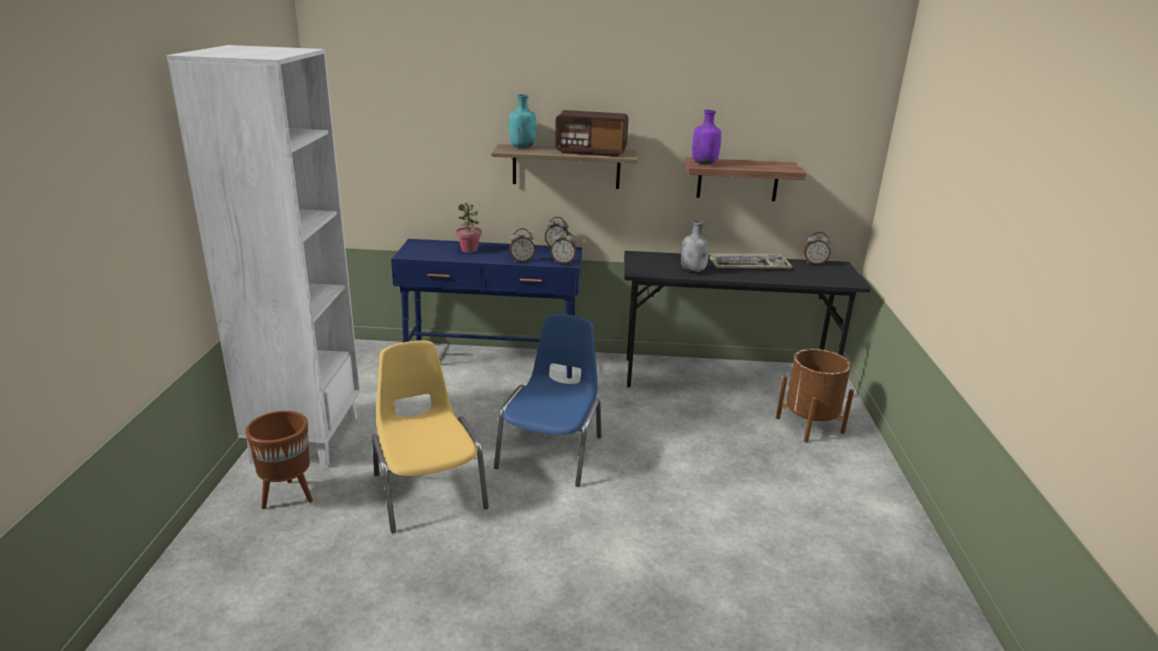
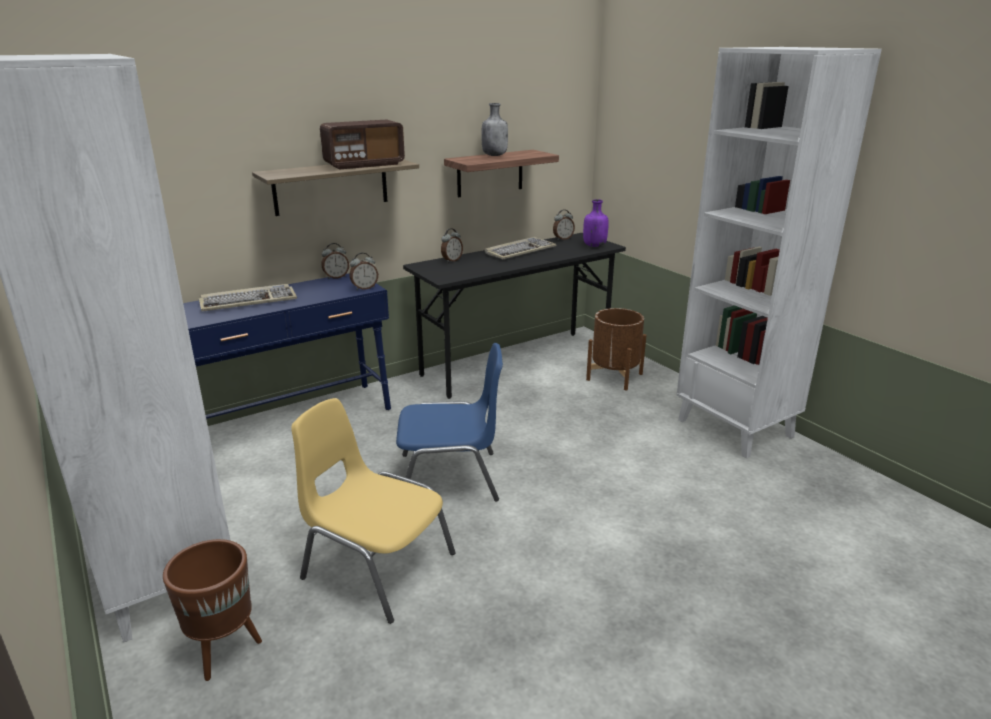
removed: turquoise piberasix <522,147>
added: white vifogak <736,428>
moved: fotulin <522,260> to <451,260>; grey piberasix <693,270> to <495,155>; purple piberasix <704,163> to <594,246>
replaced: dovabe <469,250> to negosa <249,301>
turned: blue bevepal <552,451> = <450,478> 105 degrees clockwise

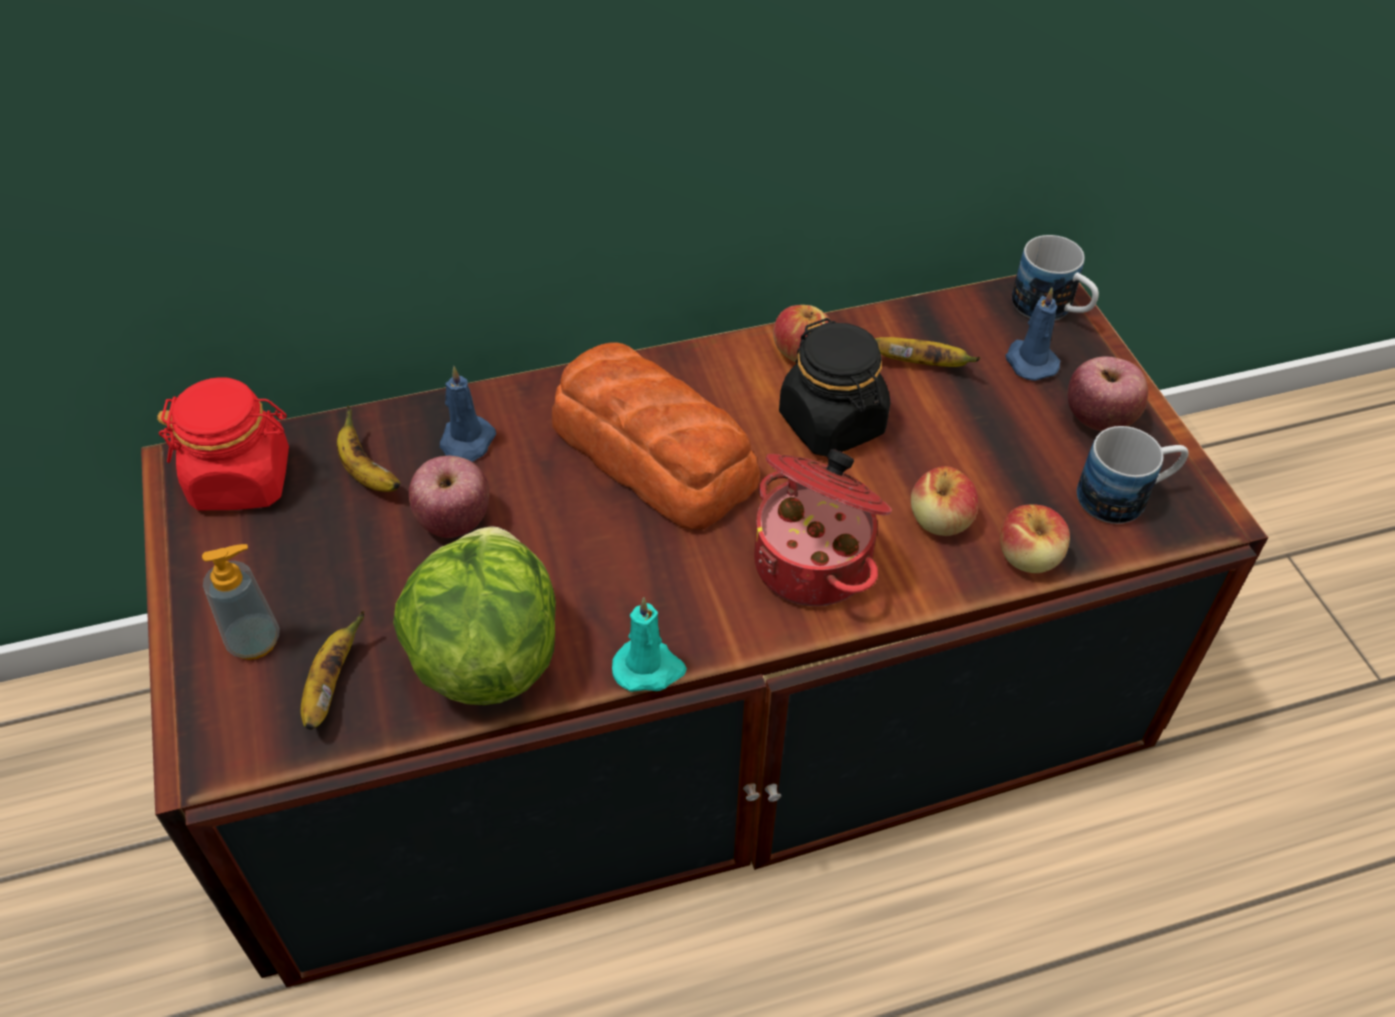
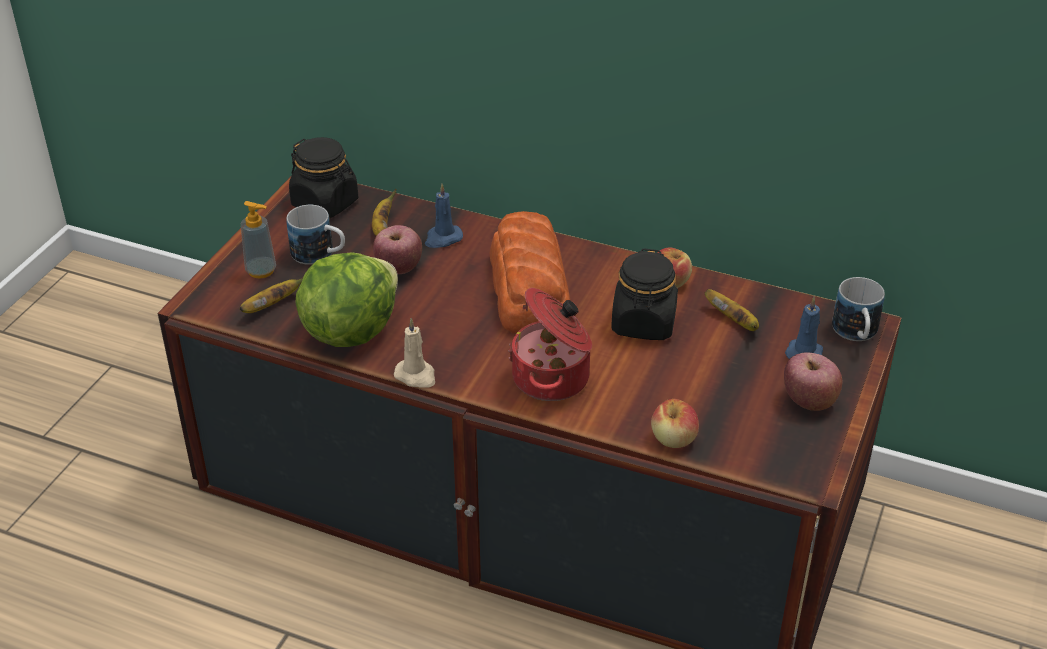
removed: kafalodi <940,521>
moved: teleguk <1125,496> to <320,255>
recoloured: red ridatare <242,480> to black ridatare <325,203>; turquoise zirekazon <649,669> to beige zirekazon <416,376>

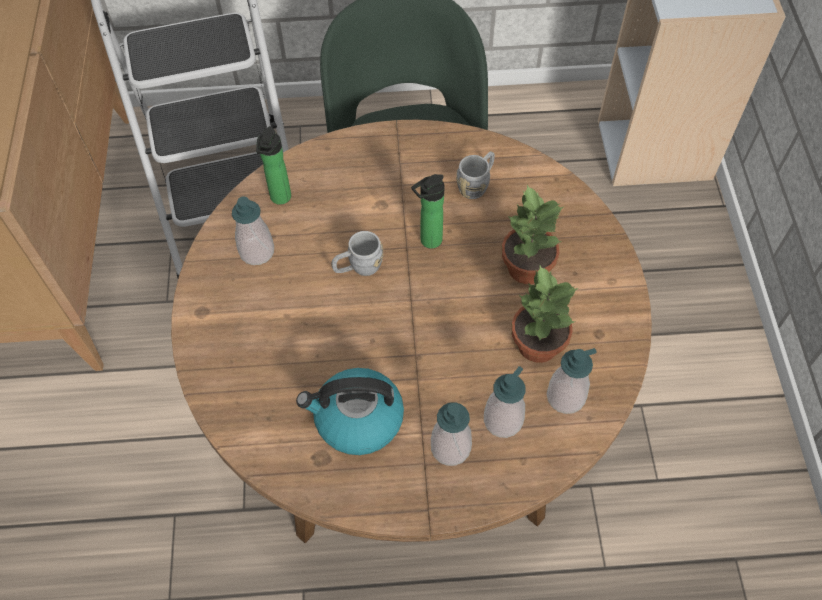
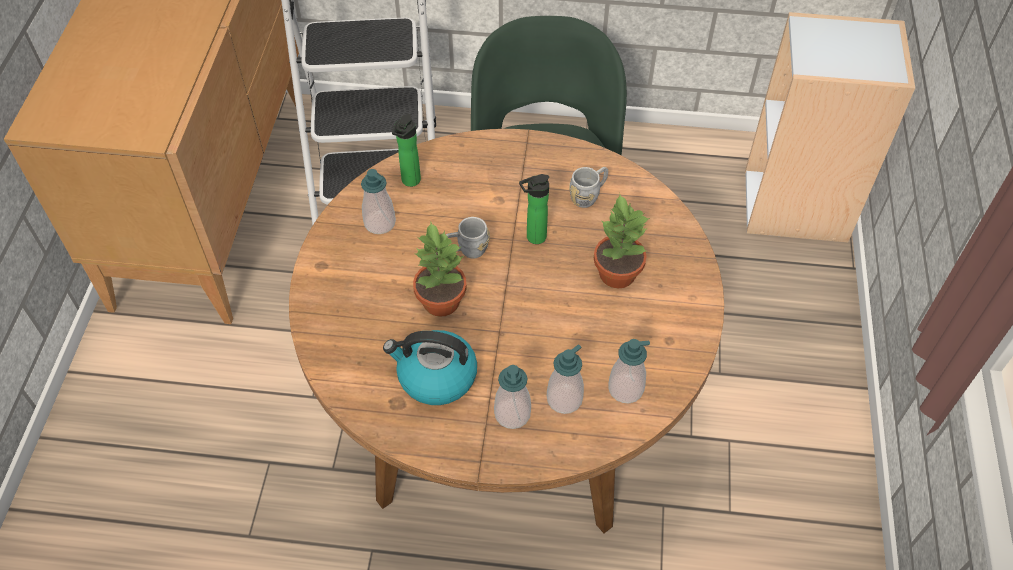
moved: dovabe <536,343> to <440,300>

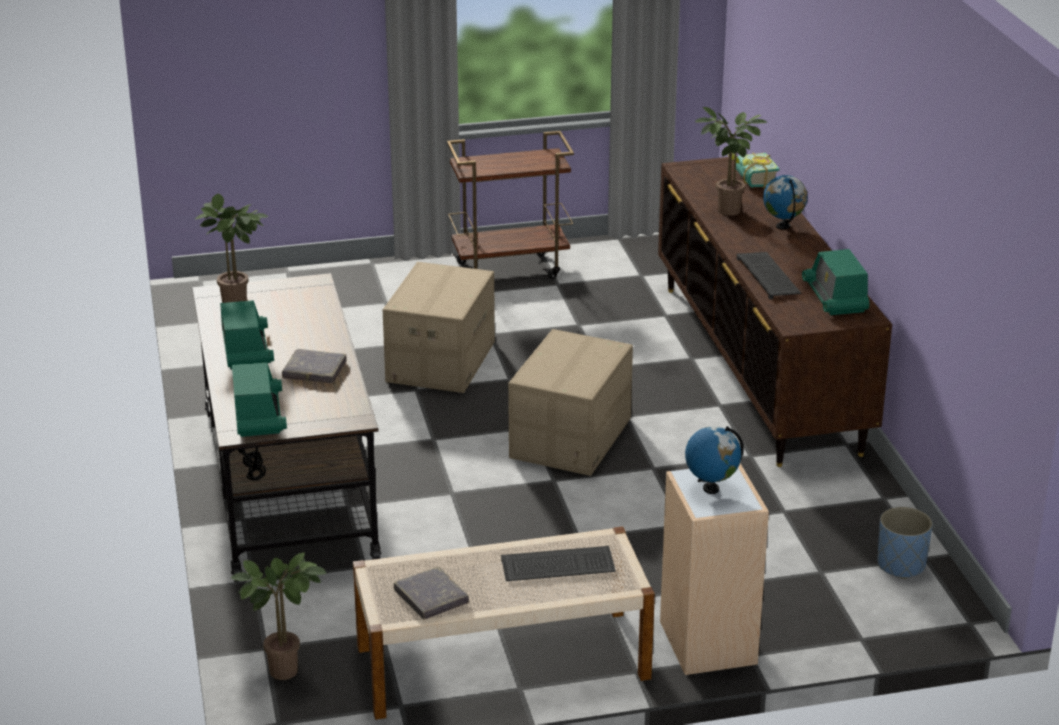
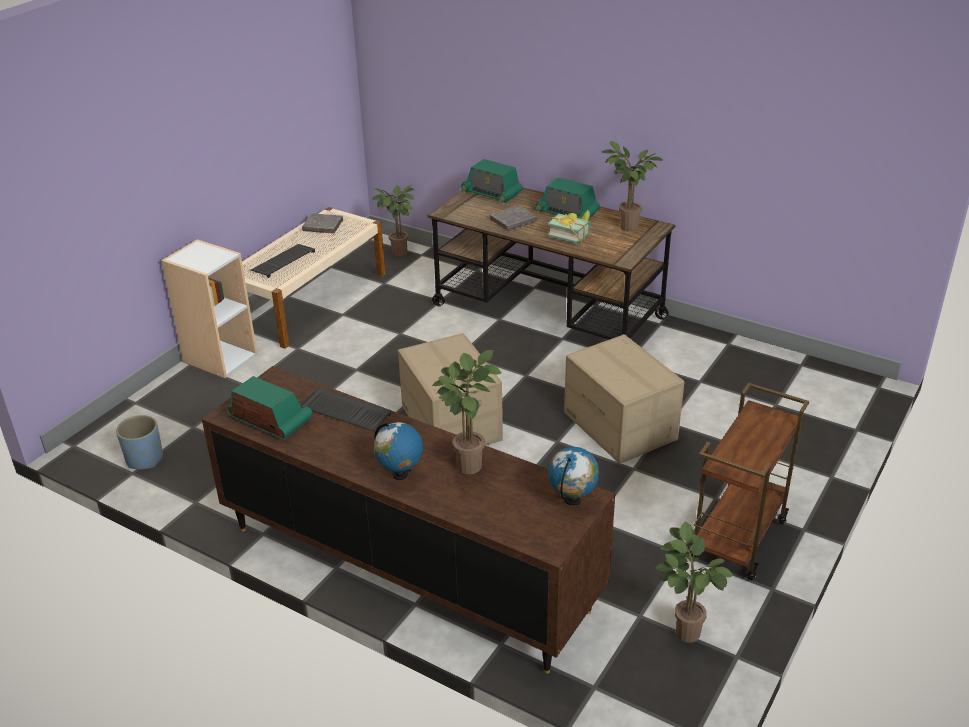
added: dovabe <683,632>
moved: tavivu <711,488> to <572,500>; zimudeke <751,181> to <570,234>

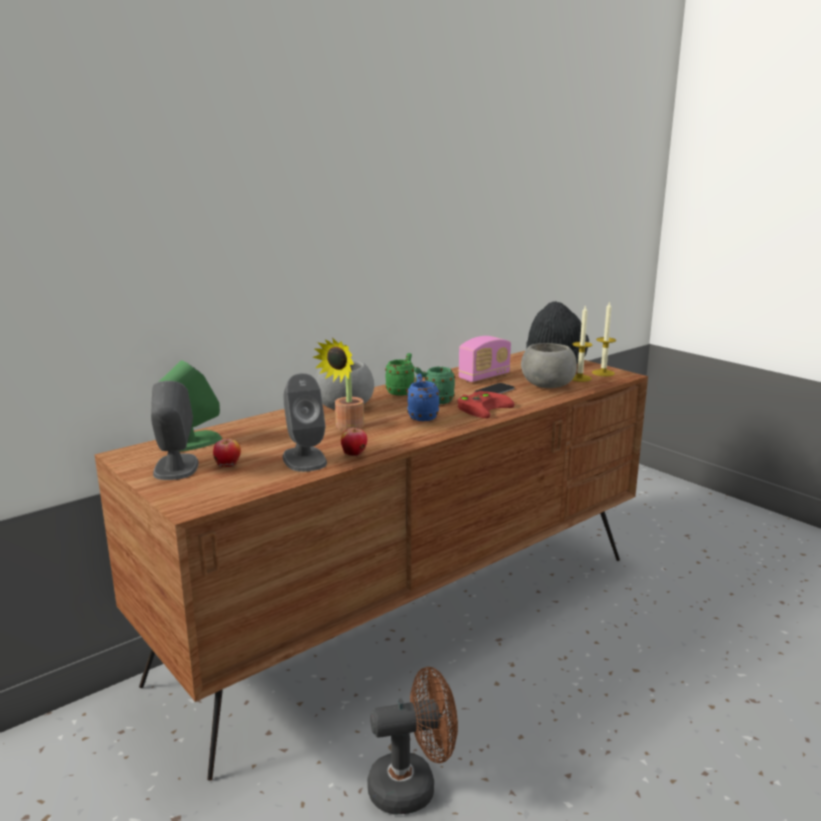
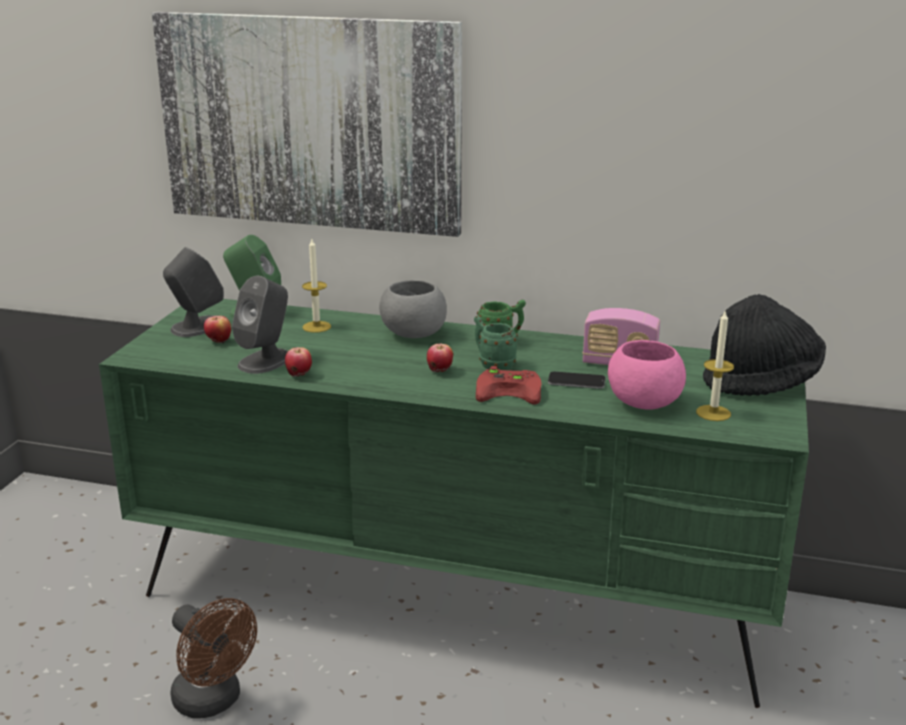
removed: dovabe <346,427>
added: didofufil <310,122>
moved: zirekazon <603,373> to <316,327>
replaced: blue teleguk <422,416> to kafalodi <440,371>
recoloured: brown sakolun <412,614> to green sakolun <456,597>; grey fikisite <547,387> to pink fikisite <643,403>

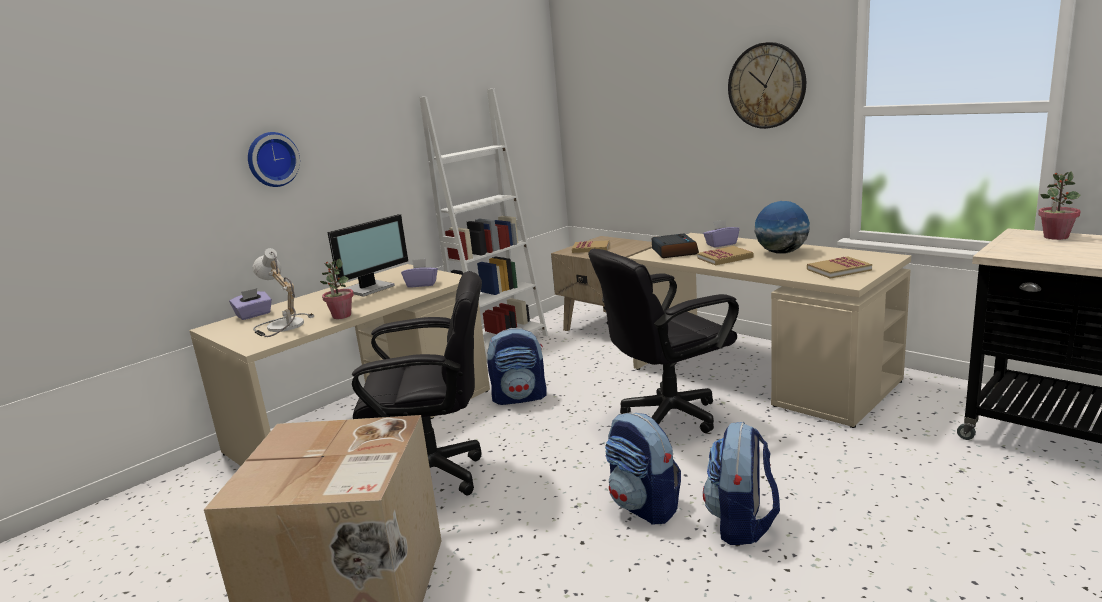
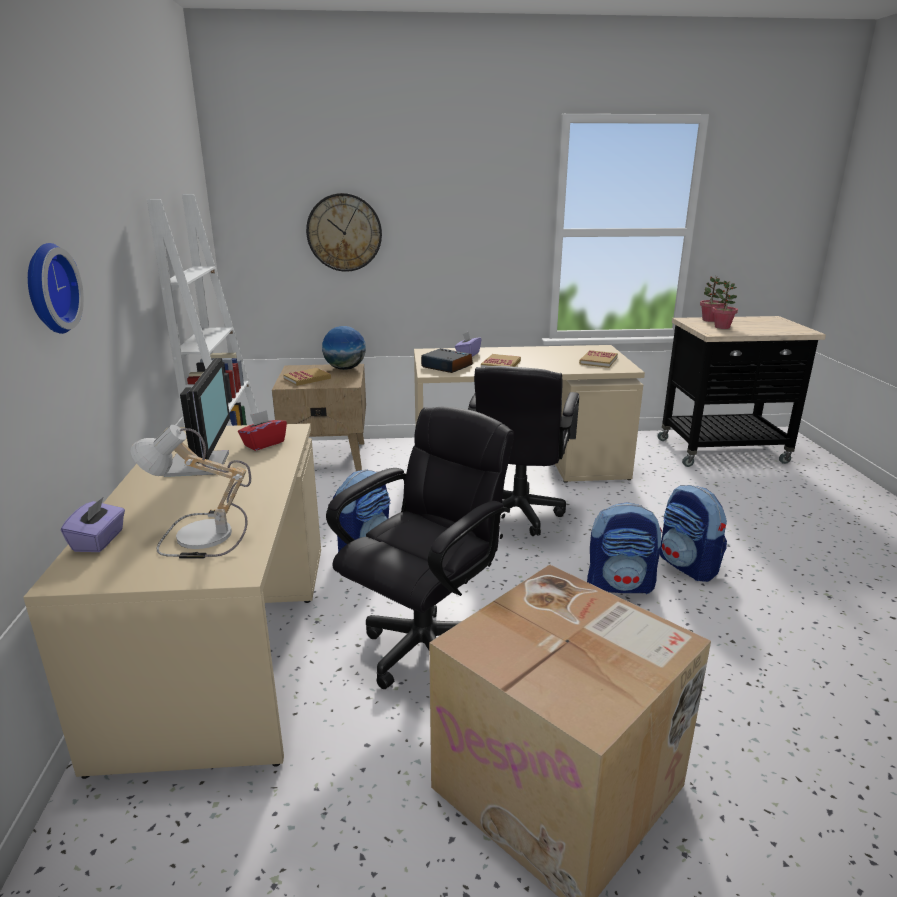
moved: dovabe <341,316> to <722,327>; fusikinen <766,85> to <344,232>; tavivu <781,252> to <345,369>
recoloured: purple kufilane <422,284> to red kufilane <264,444>

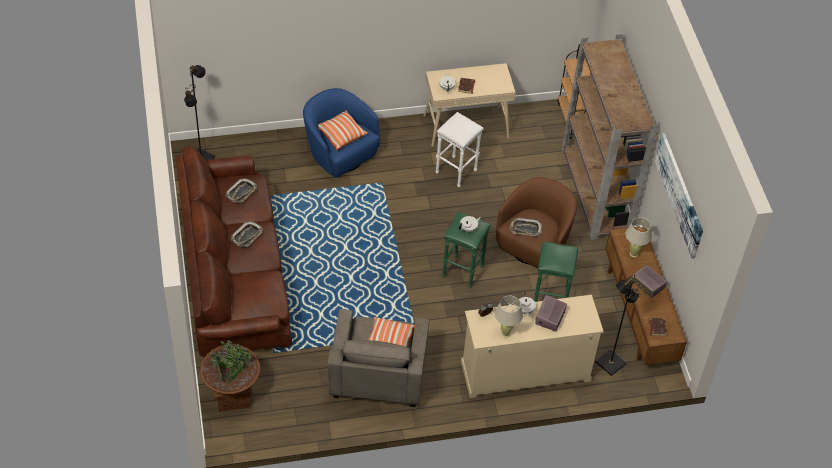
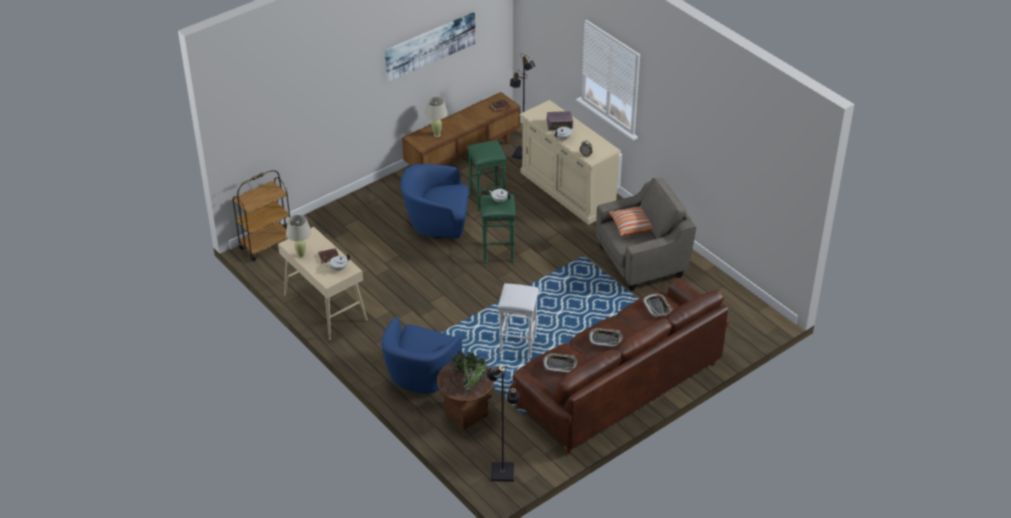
removed: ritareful <341,134>; brown vifogak <595,191>; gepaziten <647,285>
moved: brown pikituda <232,396> to <466,414>; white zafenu <456,170> to <517,346>; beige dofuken <505,333> to <301,255>; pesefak <525,229> to <657,307>
recoloured: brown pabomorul <534,244> to blue pabomorul <437,224>

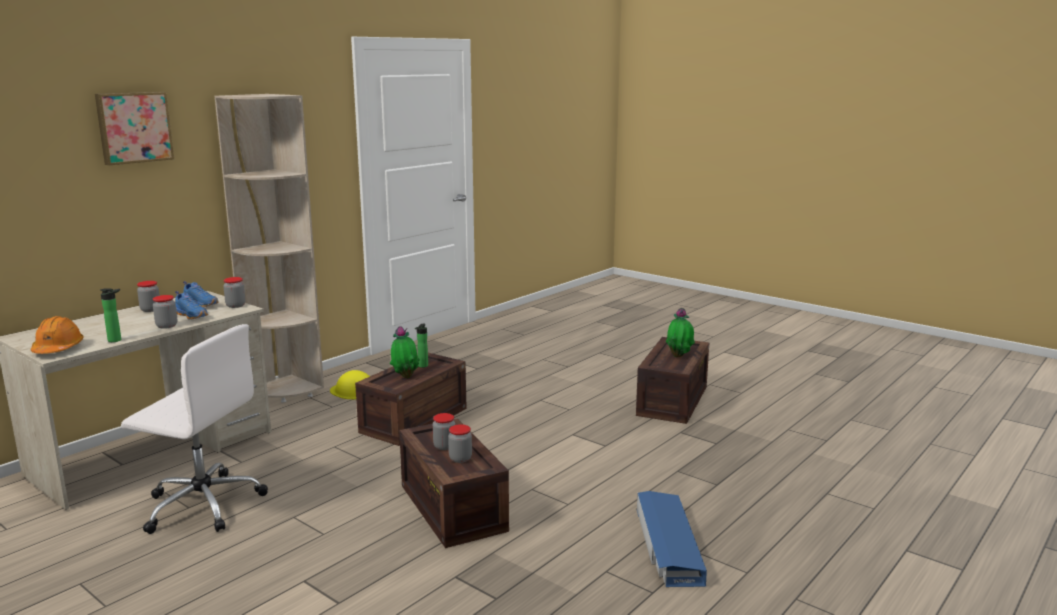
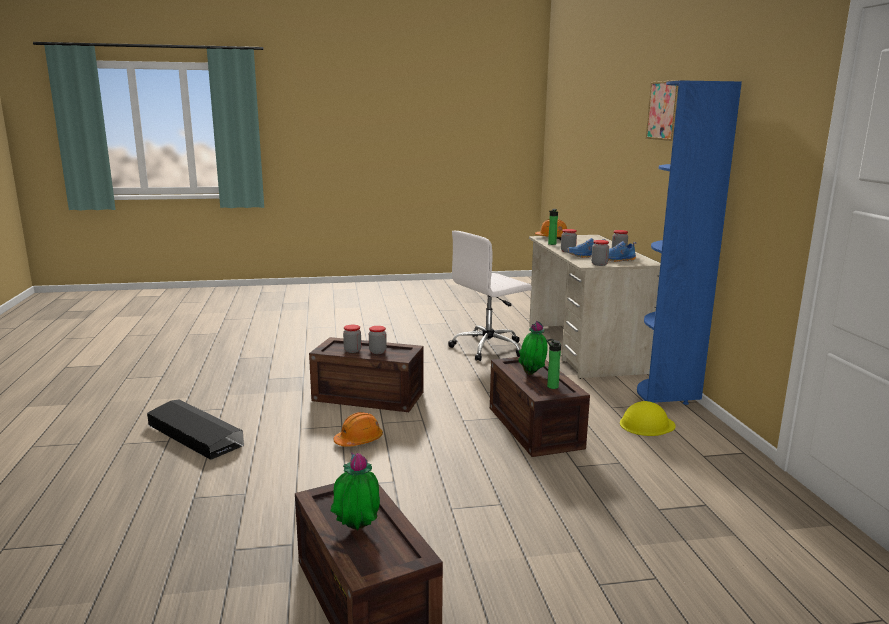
added: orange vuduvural <359,440>
recoloured: beige vifogak <285,395> to blue vifogak <663,398>; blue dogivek <668,546> to black dogivek <195,435>

